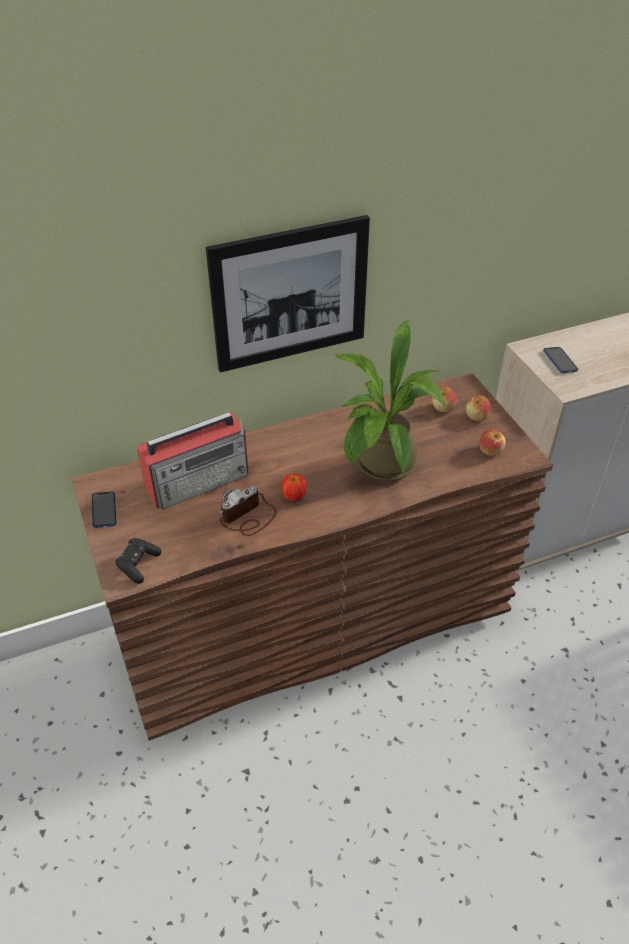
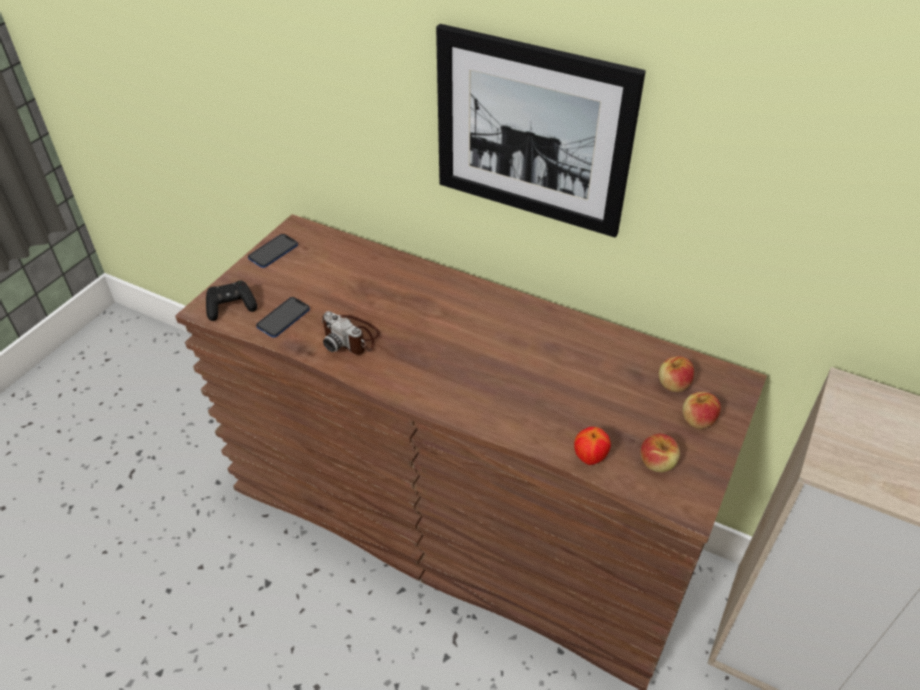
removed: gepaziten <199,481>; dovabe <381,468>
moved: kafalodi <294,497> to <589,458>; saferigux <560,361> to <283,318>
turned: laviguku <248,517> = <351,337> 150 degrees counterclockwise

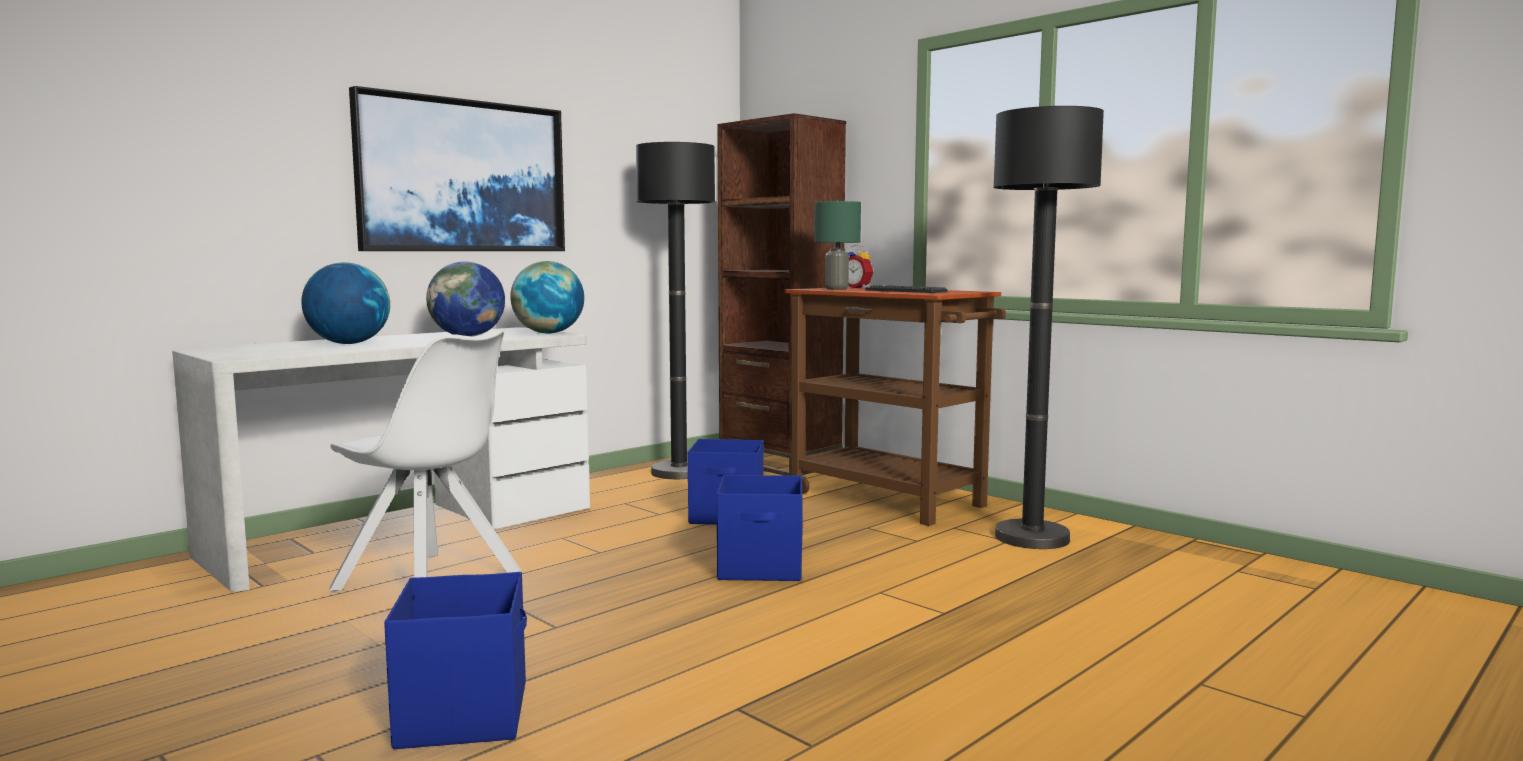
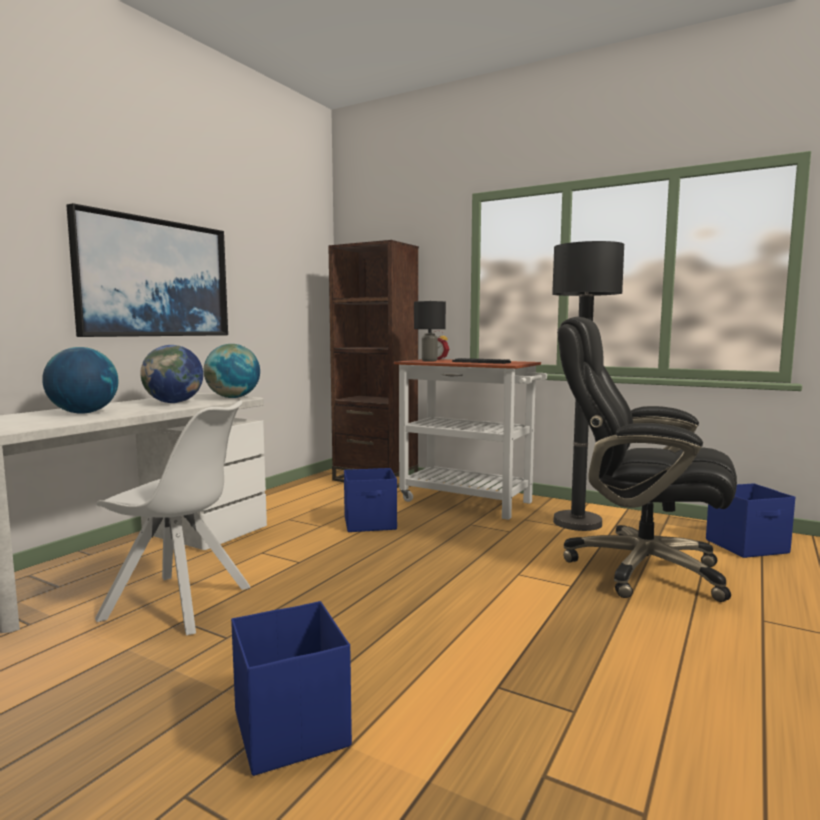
removed: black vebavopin <679,472>
added: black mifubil <638,570>
moved: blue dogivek <762,568> to <747,546>
recoloured: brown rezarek <889,499> to white rezarek <468,502>; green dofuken <837,289> to black dofuken <429,361>

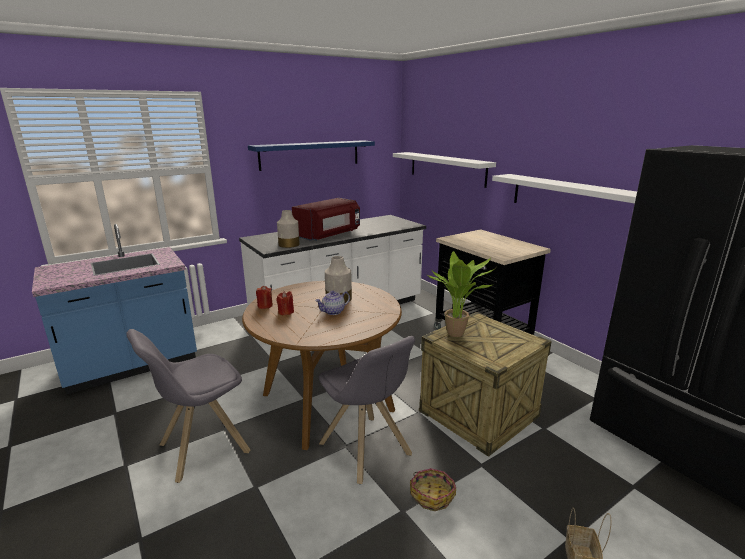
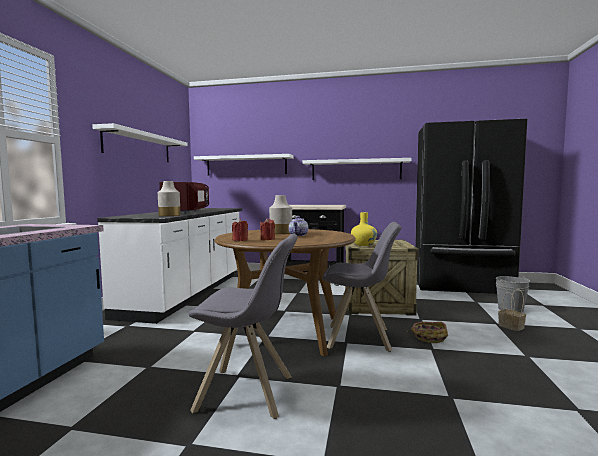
added: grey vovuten <510,309>
replaced: dovabe <458,335> to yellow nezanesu <363,244>
recoloured: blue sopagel <310,154> to white sopagel <138,146>
turned: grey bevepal <203,448> = <246,393> 90 degrees counterclockwise

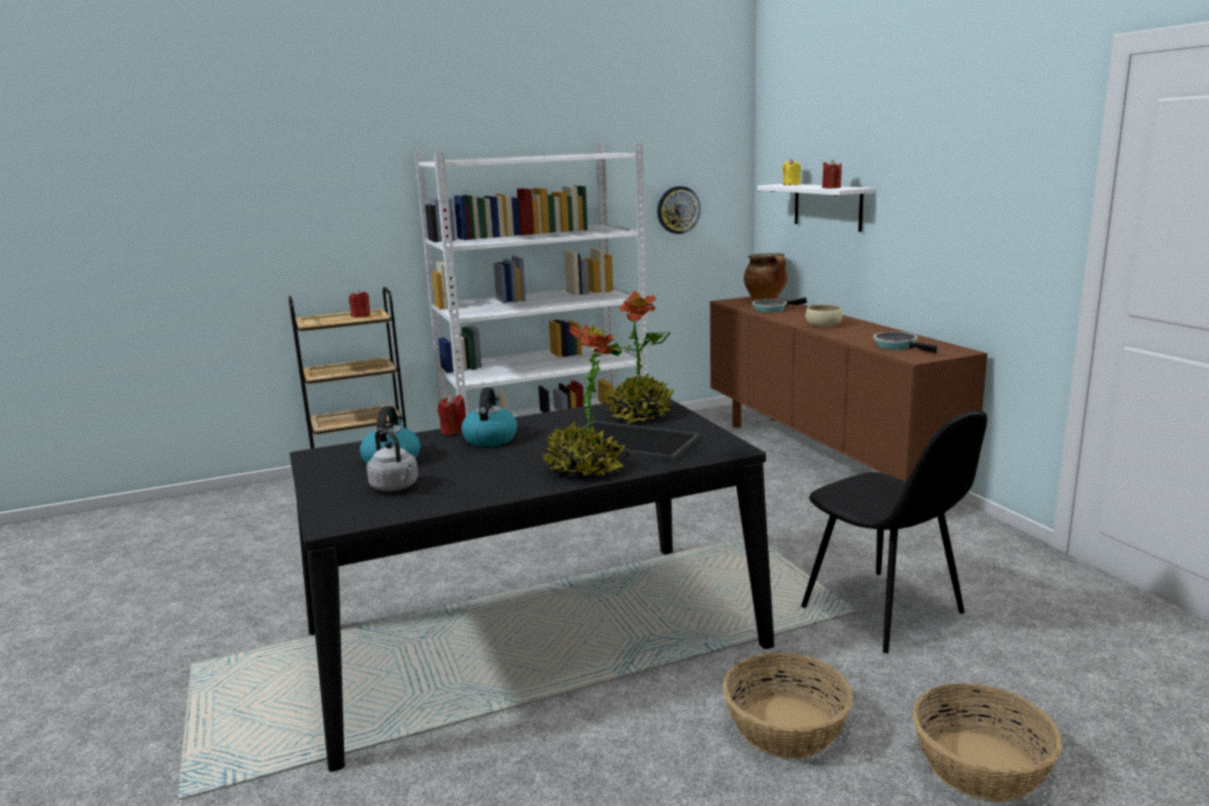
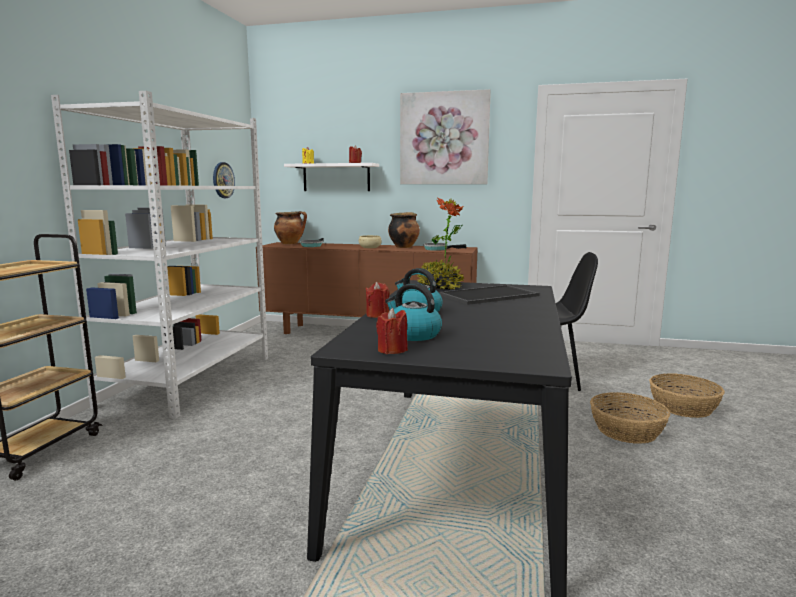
removed: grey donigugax <396,487>; dovabe <584,469>
added: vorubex <404,247>; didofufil <444,138>
moved: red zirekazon <361,316> to <392,350>

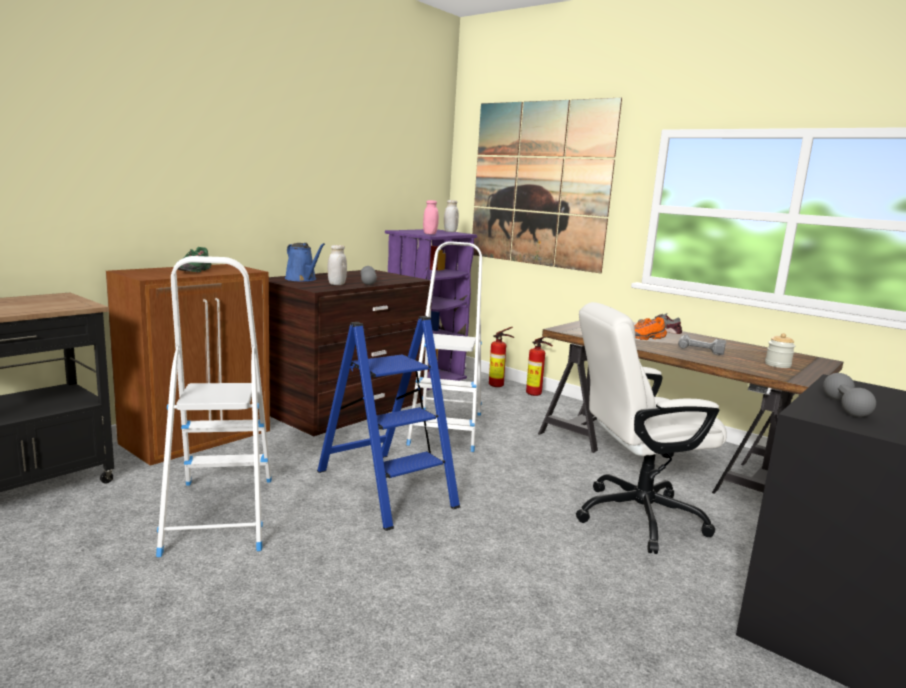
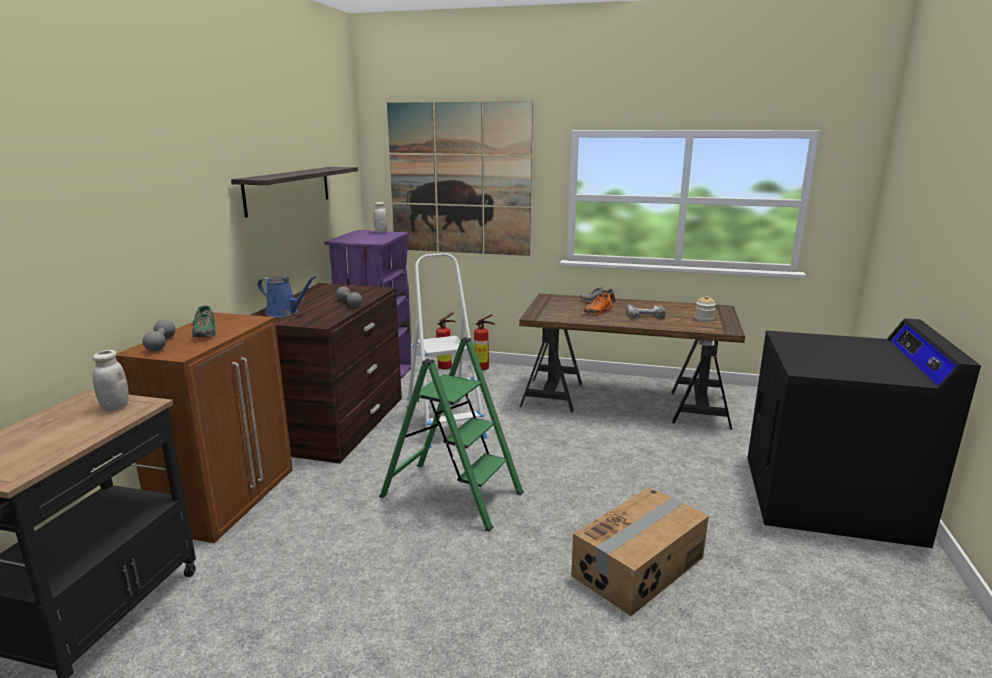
removed: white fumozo <221,512>; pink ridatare <430,234>; white mifubil <633,518>
added: sopagel <288,189>; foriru <639,567>
moved: white ridatare <336,284> to <115,407>; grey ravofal <845,407> to <161,344>
recoloured: blue fumozo <384,487> to green fumozo <450,493>

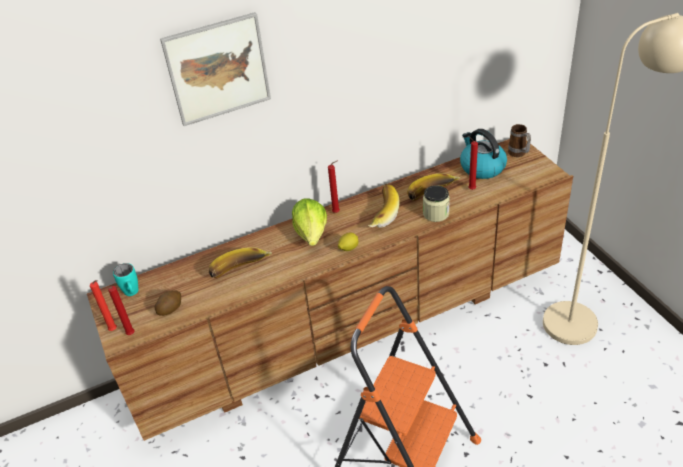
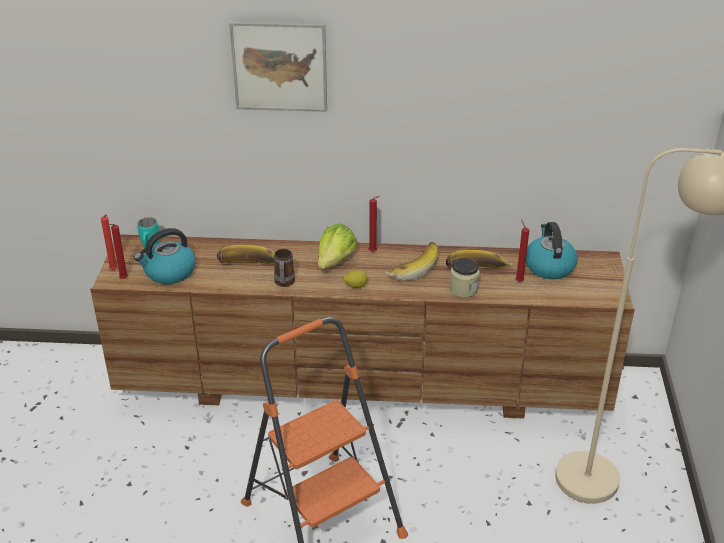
moved: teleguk <519,154> to <284,284>
replaced: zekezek <170,308> to donigugax <169,272>

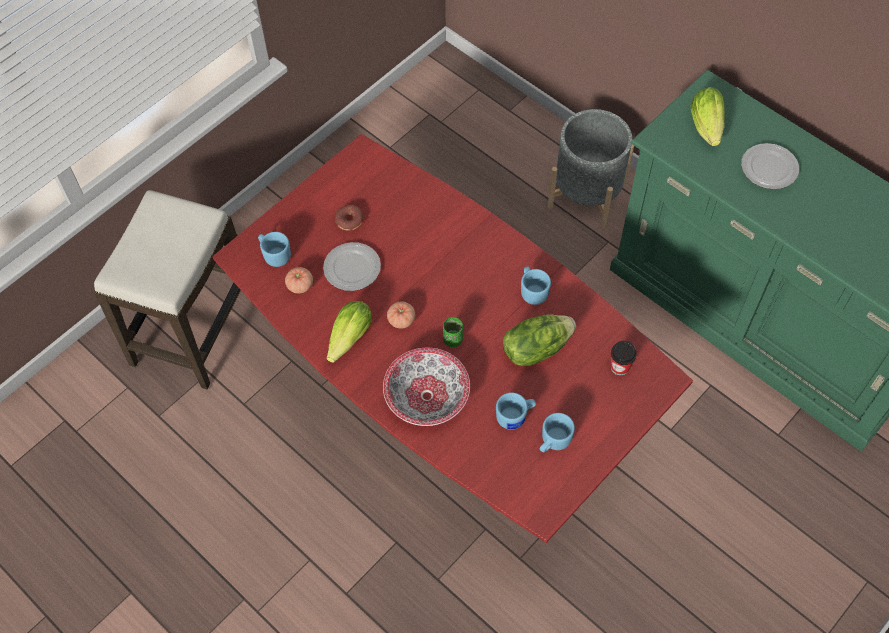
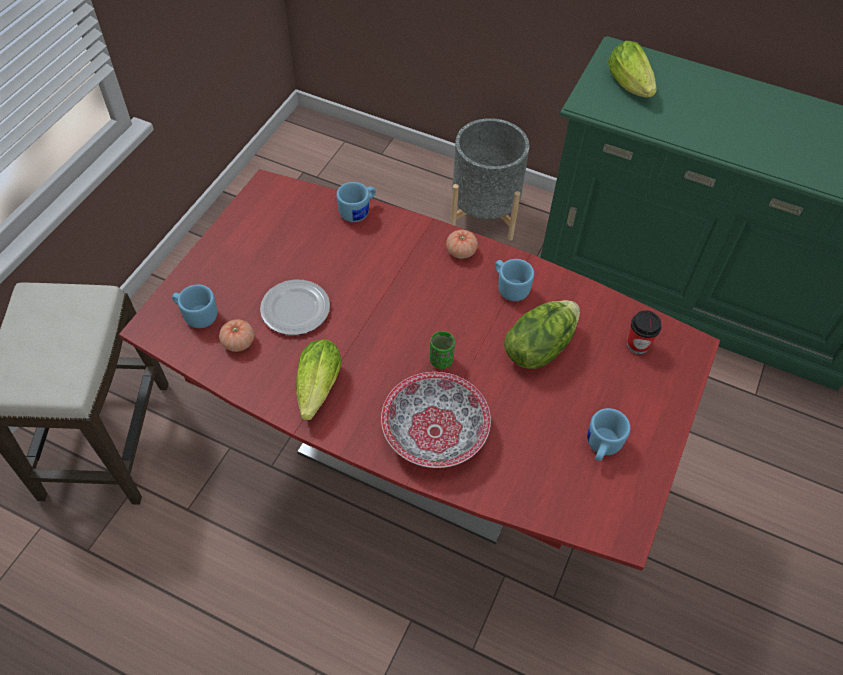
removed: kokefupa <349,220>; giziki <769,169>
moved: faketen <401,320> to <461,251>; blue teleguk <515,417> to <358,211>

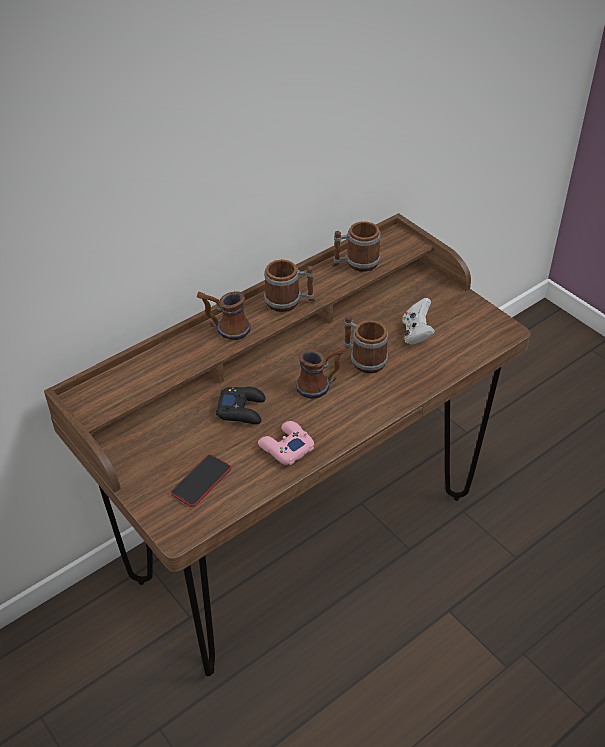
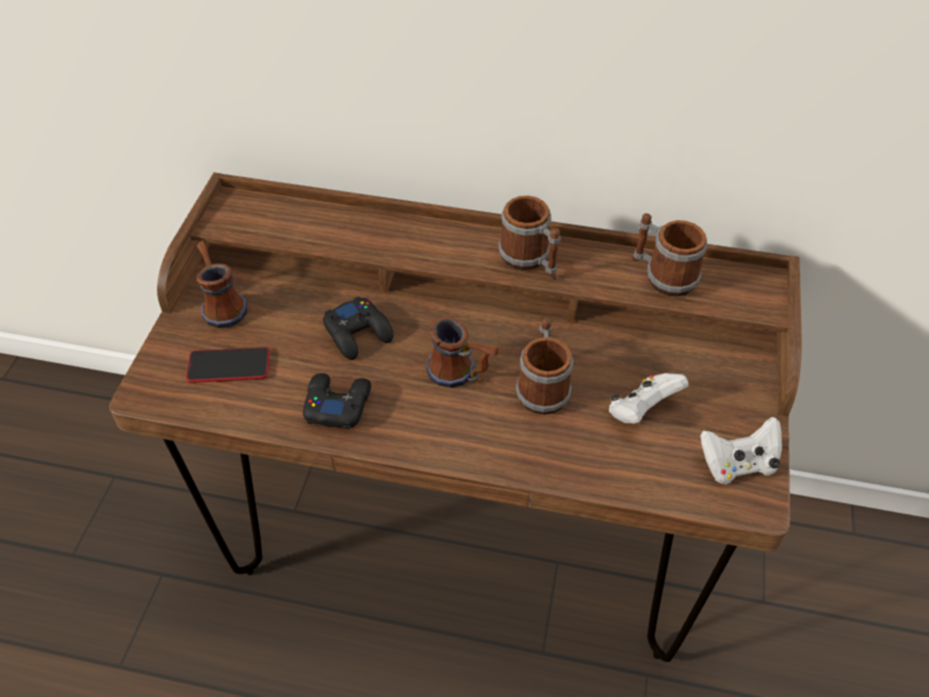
added: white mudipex <737,464>
moved: teleguk <225,328> to <221,303>
recoloured: pink mudipex <285,447> to black mudipex <337,404>

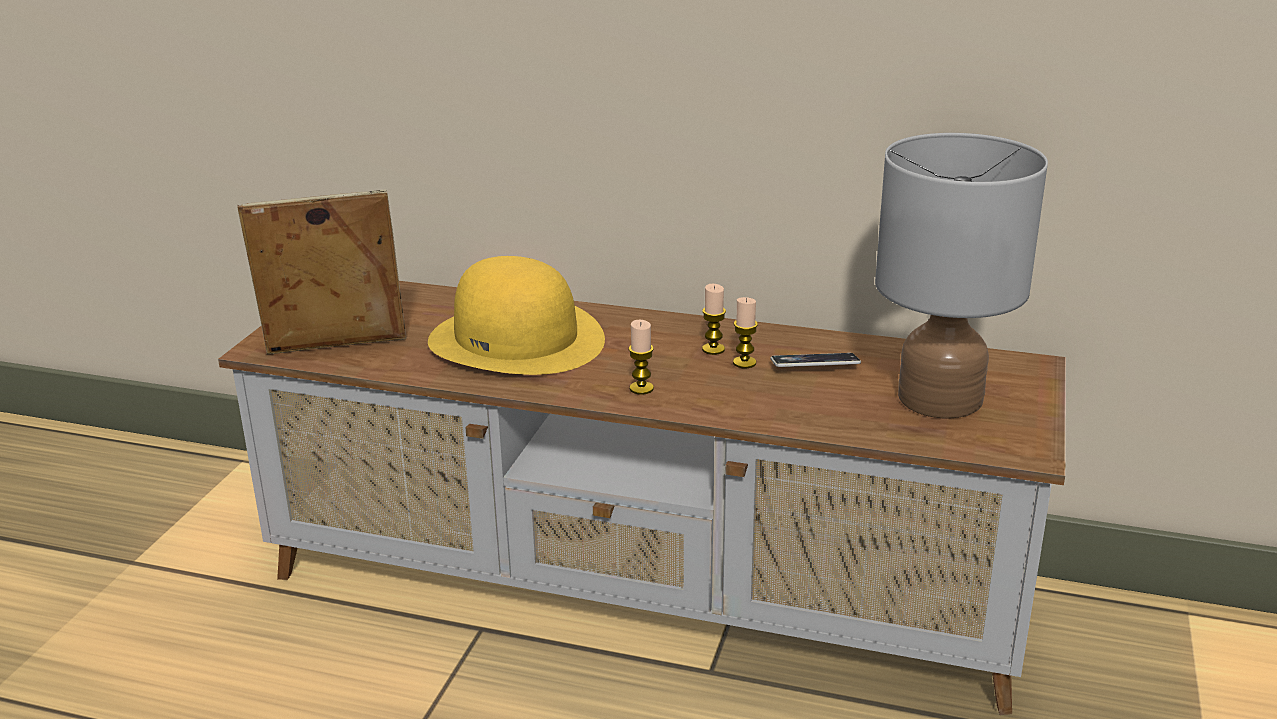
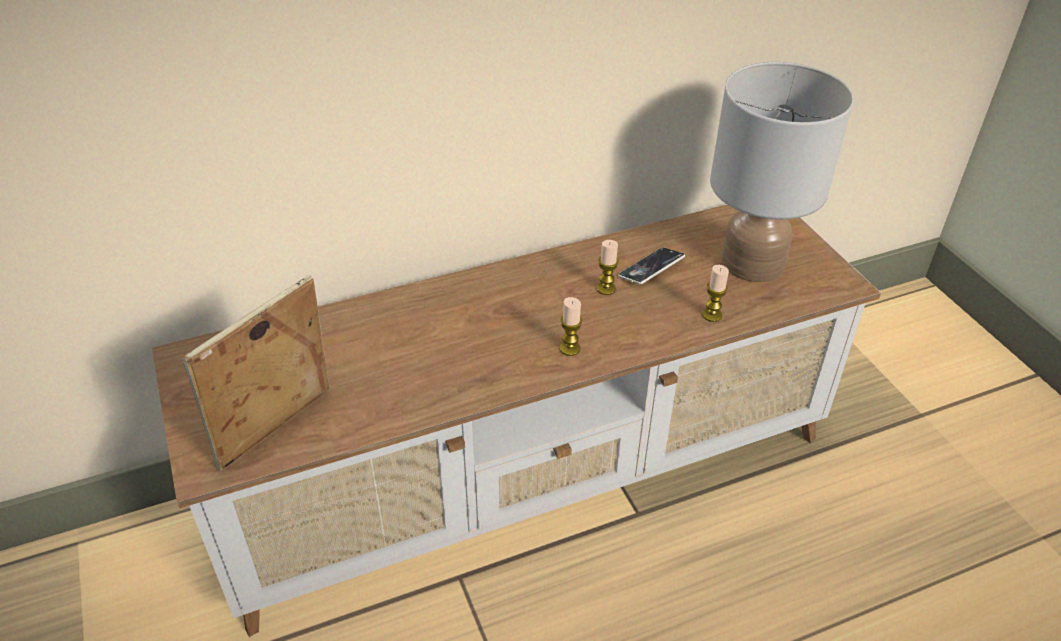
removed: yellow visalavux <517,340>
moved: zirekazon <713,349> to <712,315>

